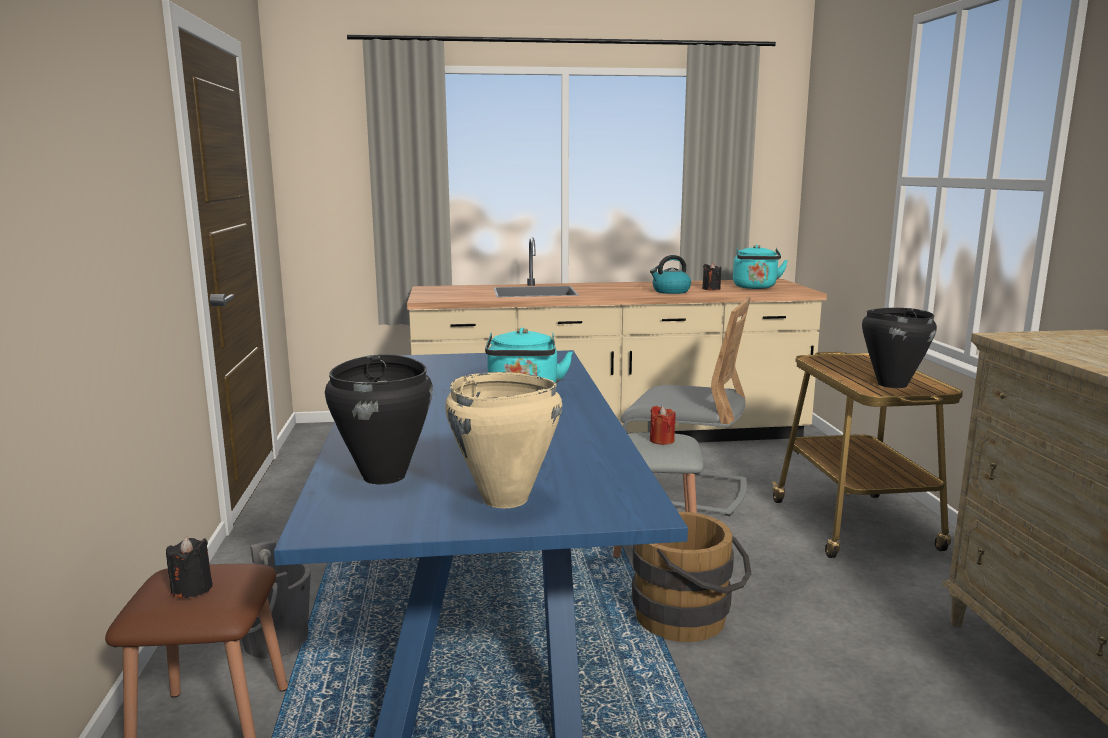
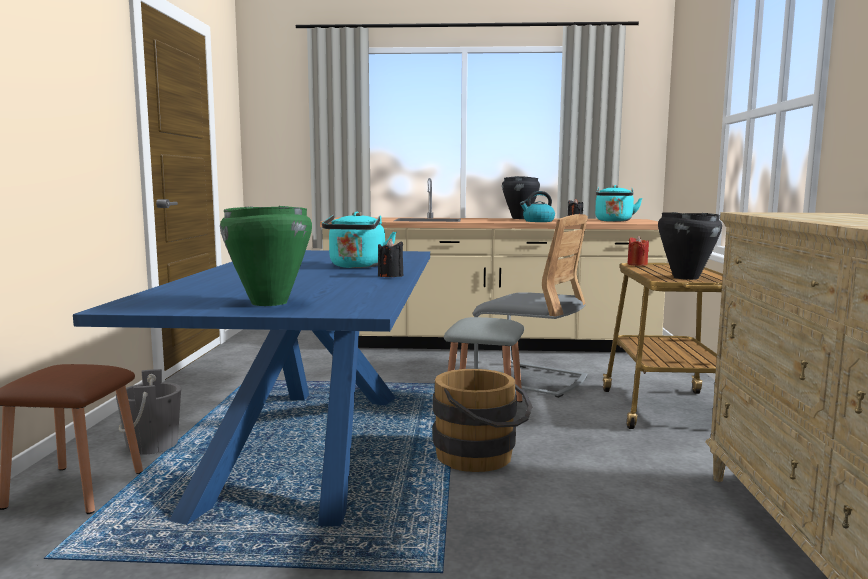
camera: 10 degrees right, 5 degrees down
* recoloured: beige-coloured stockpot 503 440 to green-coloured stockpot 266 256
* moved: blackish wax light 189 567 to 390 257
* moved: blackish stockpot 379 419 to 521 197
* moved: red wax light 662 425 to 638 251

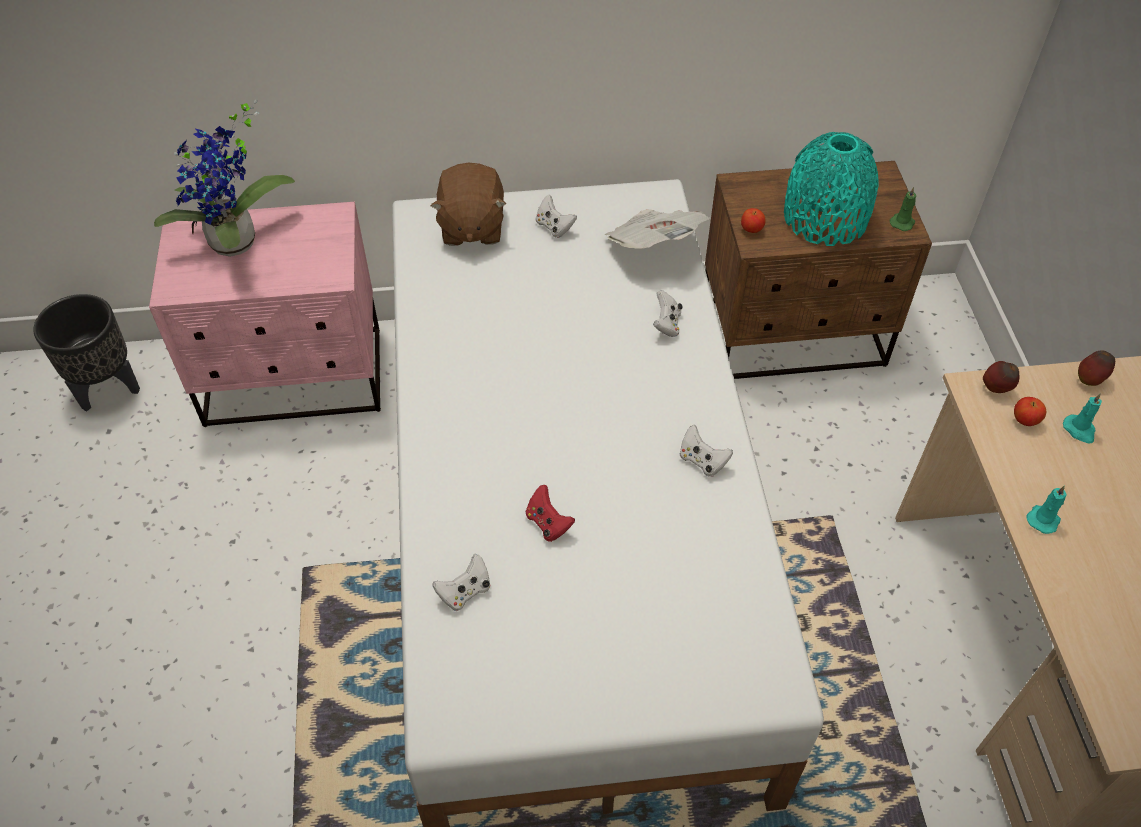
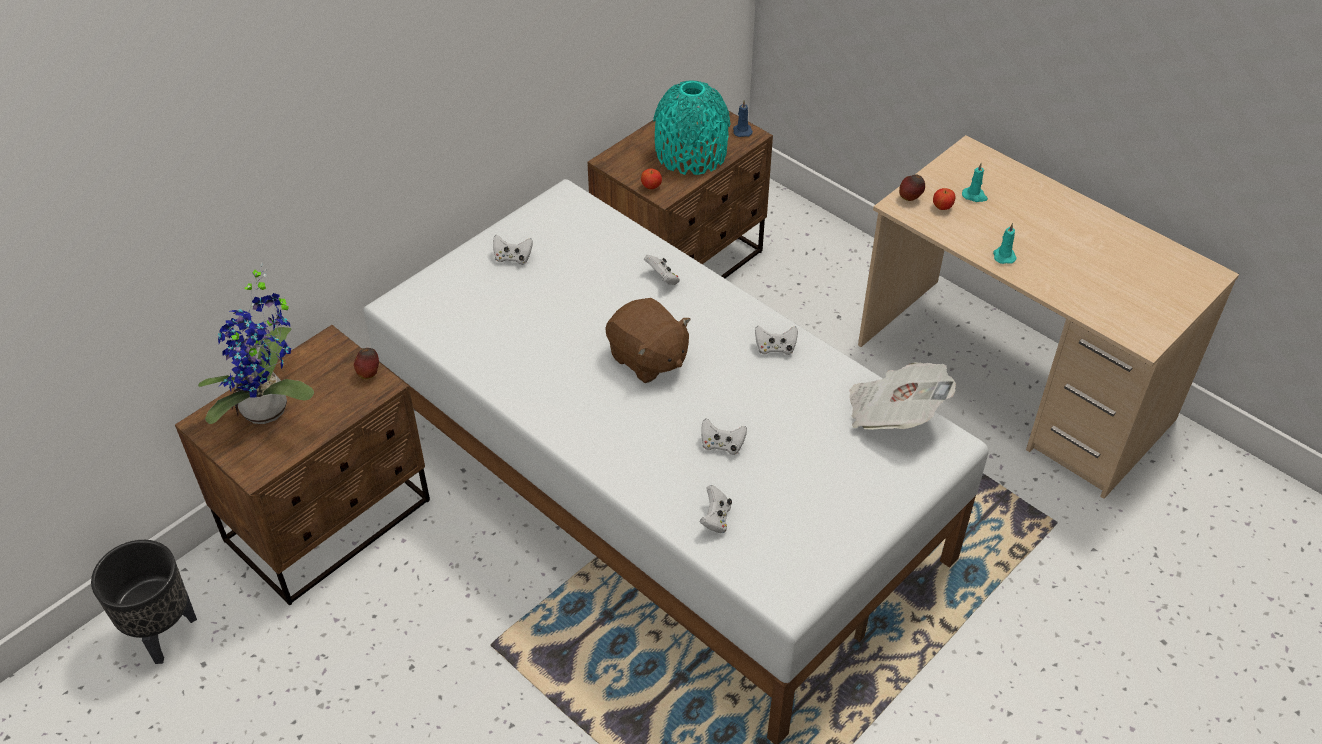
camera: 40 degrees left, 5 degrees down
* recoloured: pink night table 265 314 to brown night table 302 465
* moved: apple 1096 368 to 366 363
* moved: brown cuddly toy 468 204 to 648 340
* recoloured: red joypad 550 513 to white joypad 724 436
* recoloured: green-coloured wax light 903 209 to bluish wax light 743 118
* moved: newspaper 657 229 to 902 396

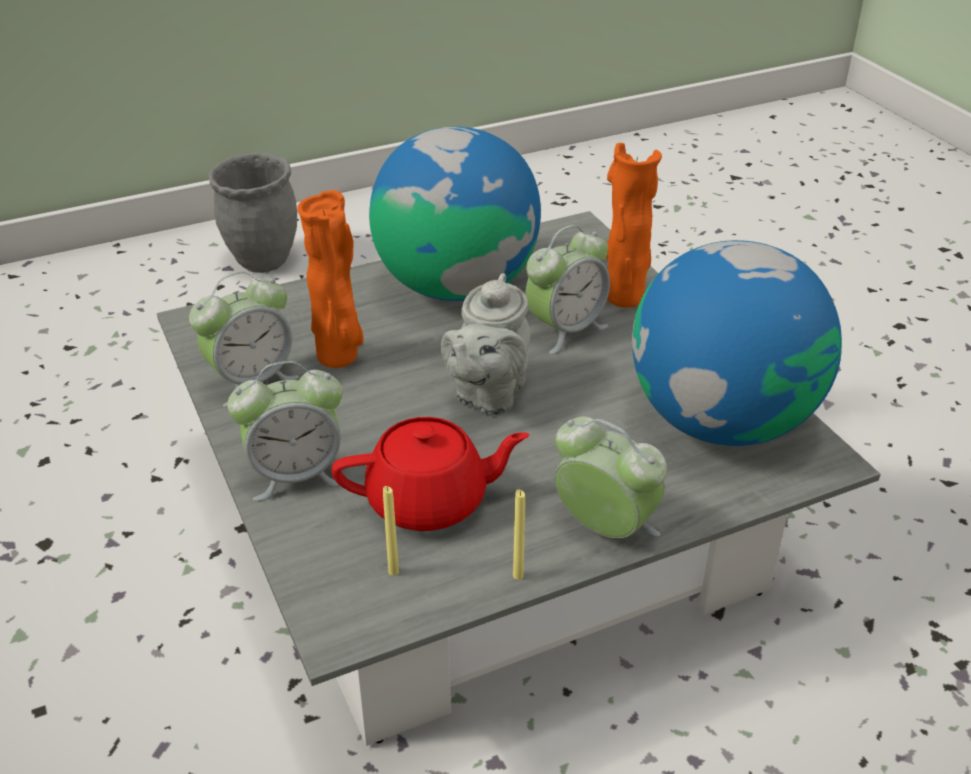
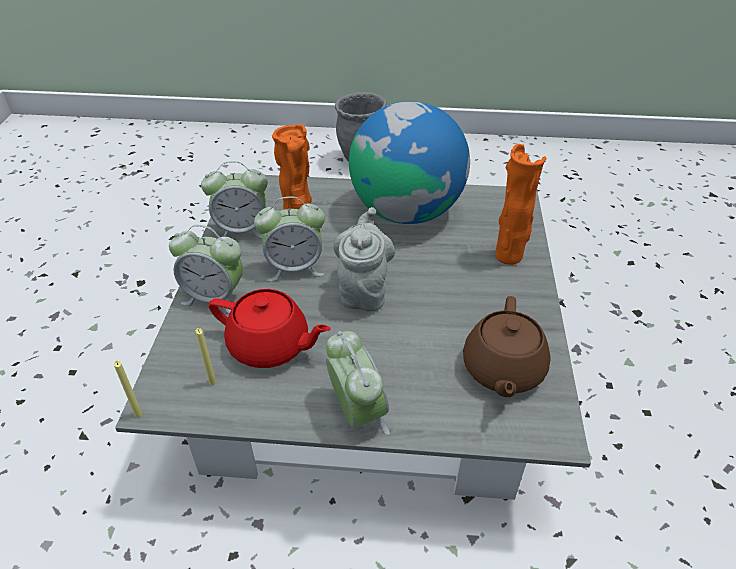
camera: 30 degrees right, 5 degrees up
* moved: yellow wax light 519 535 to 128 388
* moved: bedside clock 568 289 to 289 239
* turned: gray tea pot 486 344 = 364 259 135 degrees clockwise
* replaced: desk globe 737 343 to brown tea pot 507 346

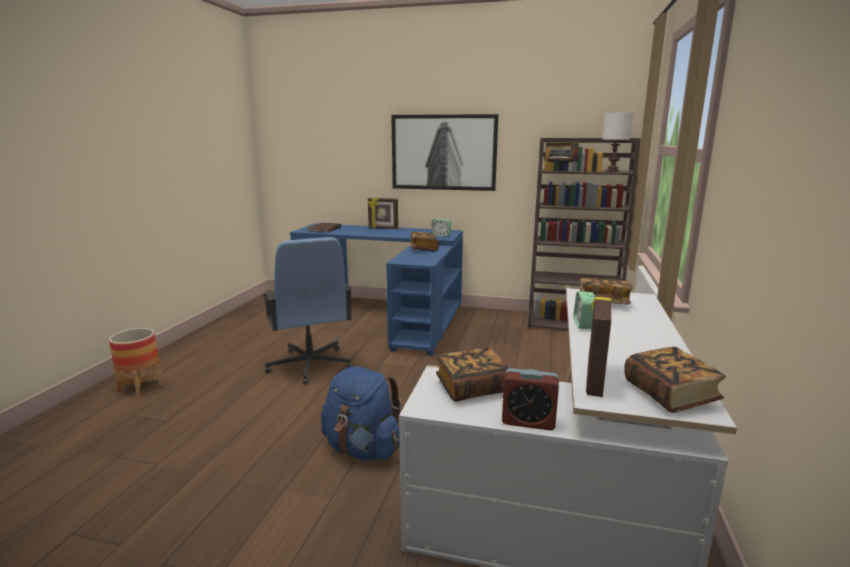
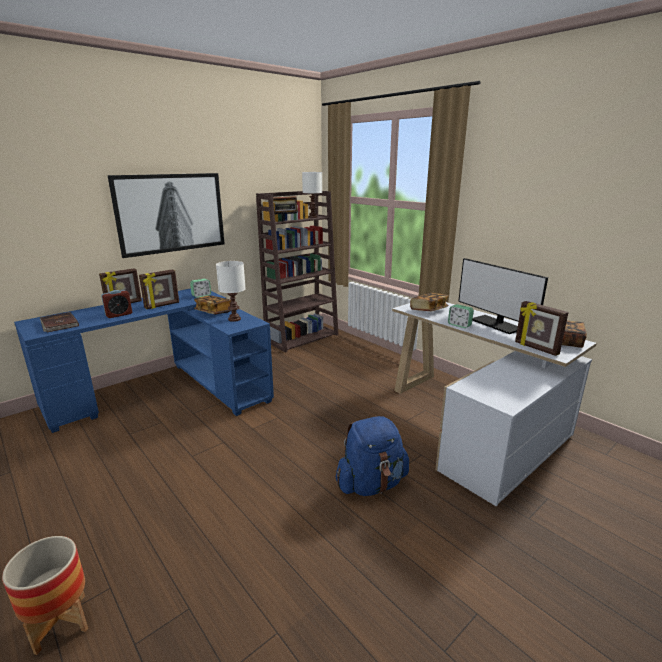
camera: 55 degrees left, 5 degrees up
* moved: bedside clock 530 399 to 116 304
* added: picture frame 159 289
* added: white lamp for a table 231 291
* added: computer screen 503 296
* removed: bluish desk chair 308 311
* removed: volume 472 375

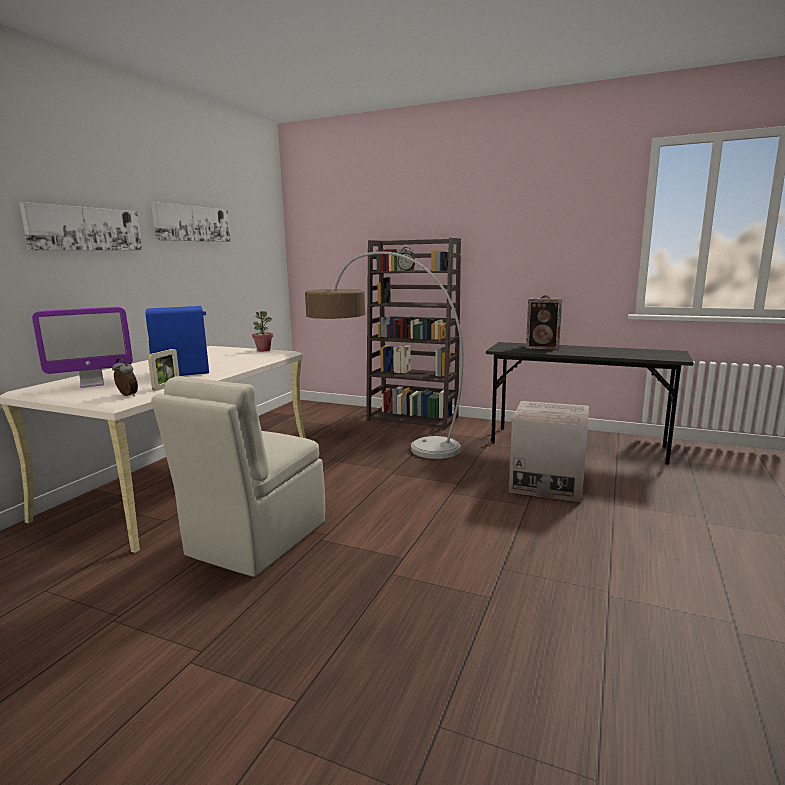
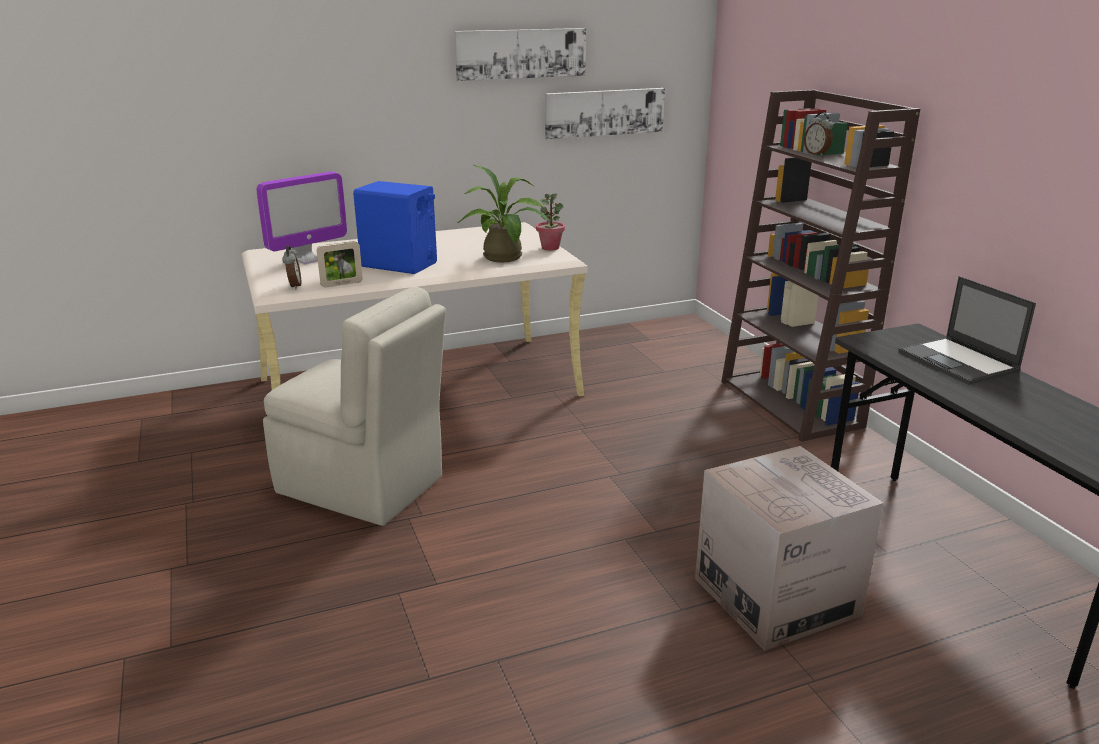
camera: 45 degrees right, 10 degrees up
* turned: computer screen 82 347 = 301 218 60 degrees counterclockwise
* turned: beige-coloured chair 238 476 = 354 406 135 degrees counterclockwise
* added: plant in a pot 504 213
* moved: wall art 80 226 to 605 113
* replaced: speaker 544 322 to notebook computer 967 330
* removed: floor lamp 384 355

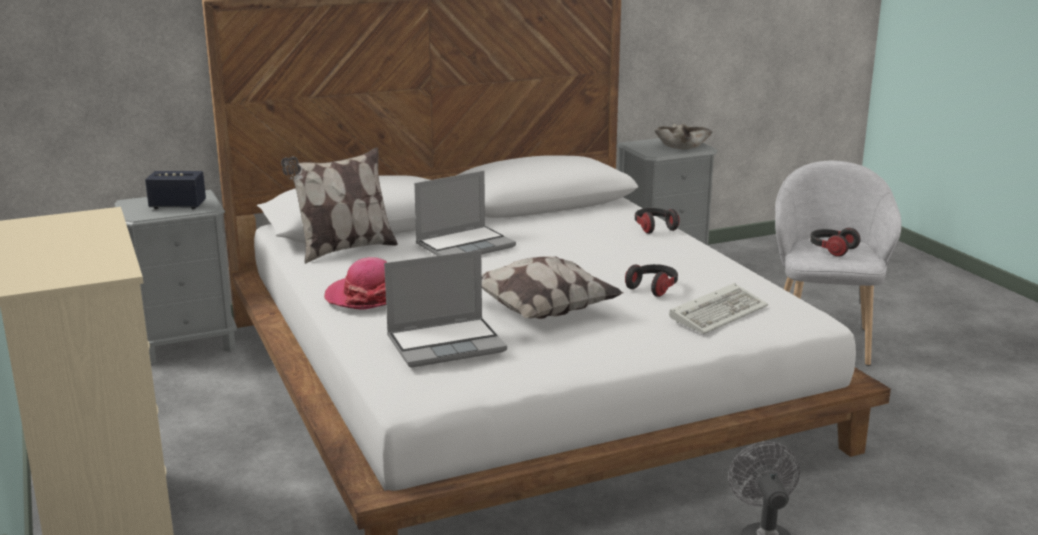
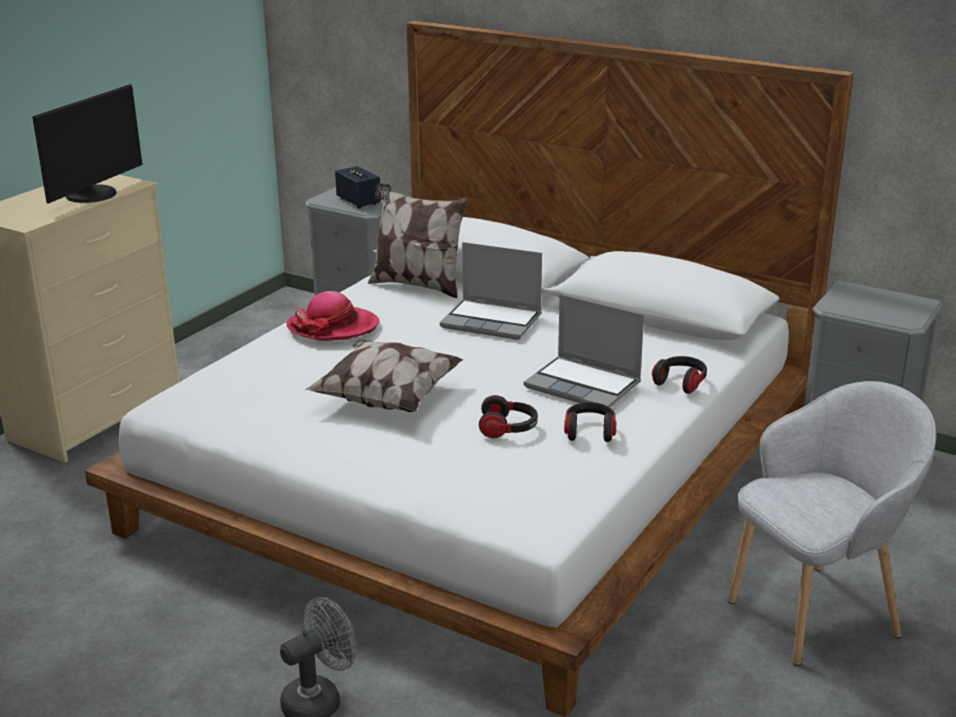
camera: 55 degrees right, 5 degrees up
* added: computer screen 87 144
* moved: notebook computer 445 309 to 584 350
* moved: headset 835 242 to 590 422
* removed: beige-coloured serving bowl 683 136
* removed: keyboard 718 308

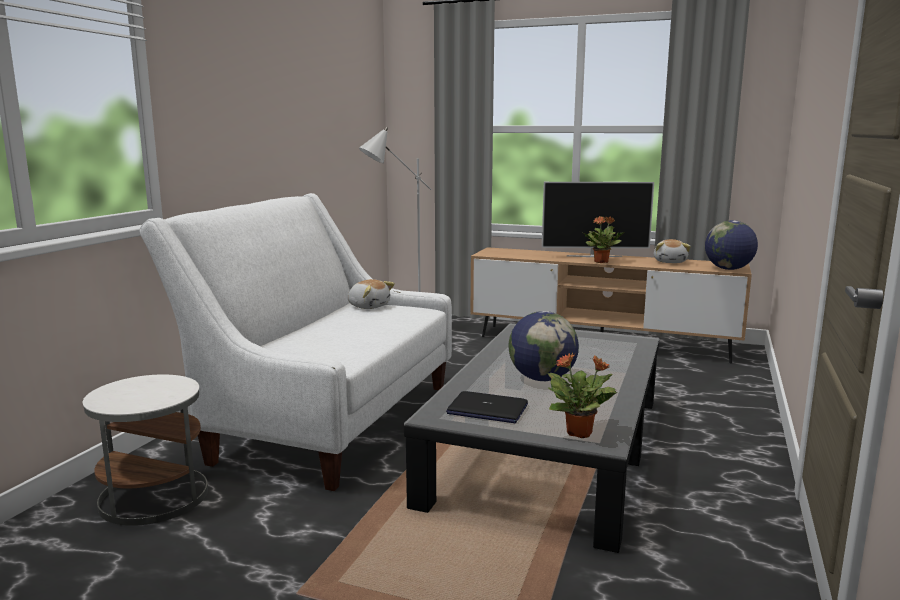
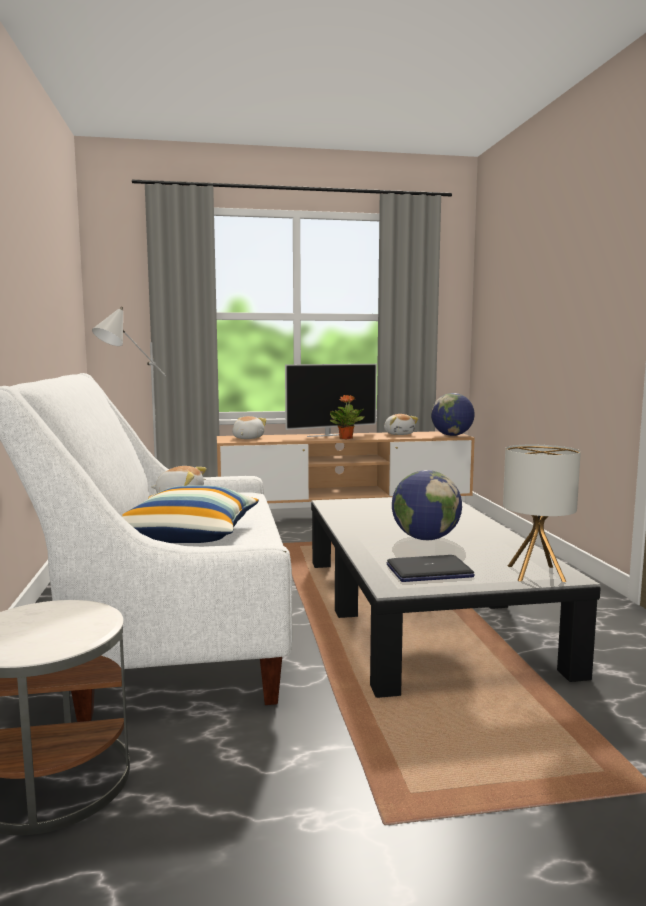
camera: 30 degrees left, 5 degrees down
* added: pillow 190 514
* added: cuddly toy 249 427
* replaced: plant in a pot 582 395 to lamp for a table 542 513

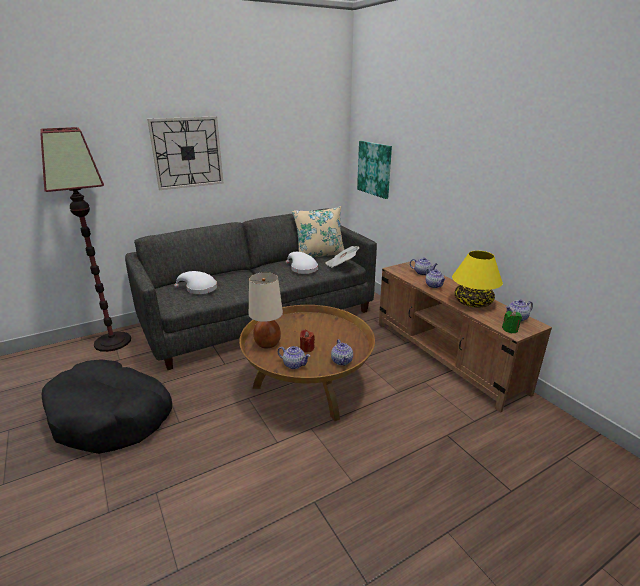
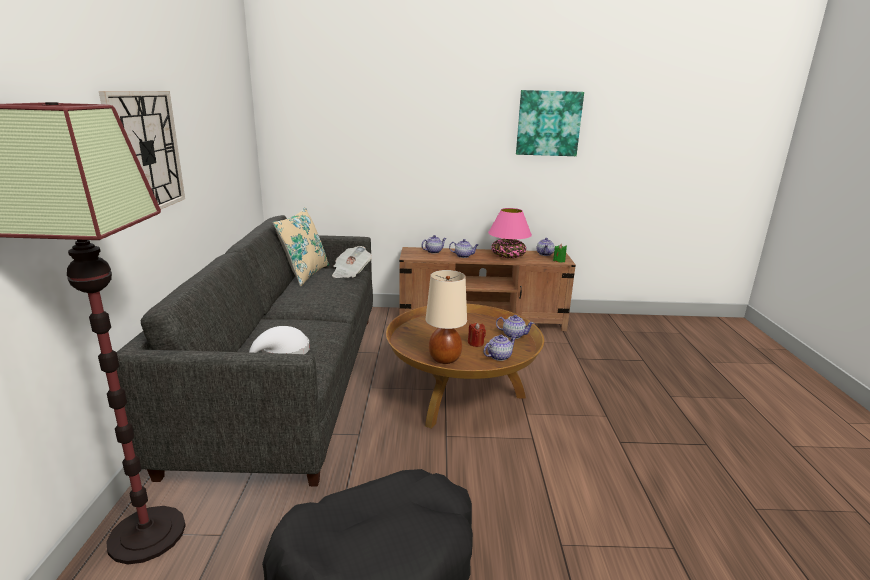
camera: 60 degrees left, 5 degrees down
* recoloured: yellow lamp for a table 477 279 to pink lamp for a table 510 233
* moved: wall art 374 170 to 550 123
* removed: white hat 302 263

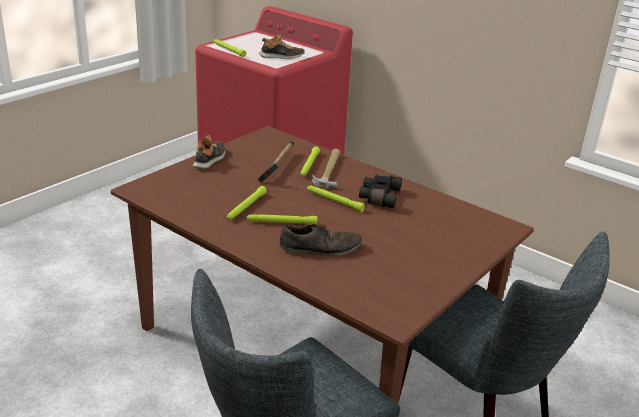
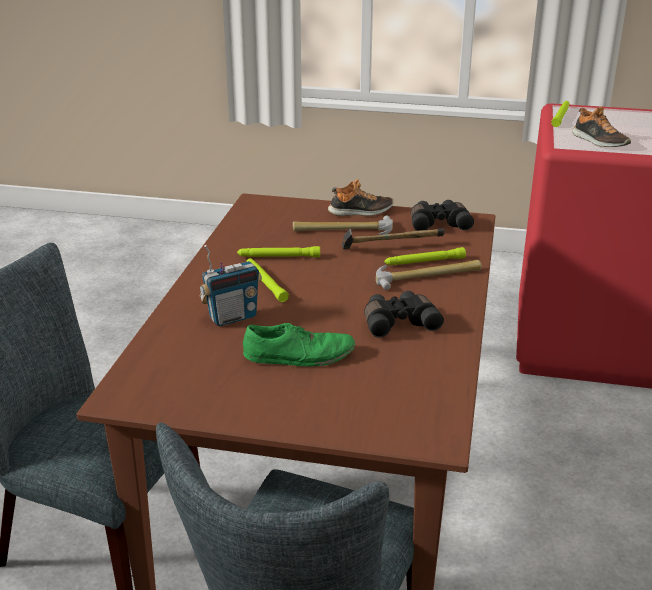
camera: 65 degrees right, 0 degrees up
* replaced: brown shoe 321 240 to radio 231 285
* added: green-coloured shoe 299 345
* added: hammer 343 225
* added: blackish field glasses 442 215
* removed: green-coloured hand torch 336 199

